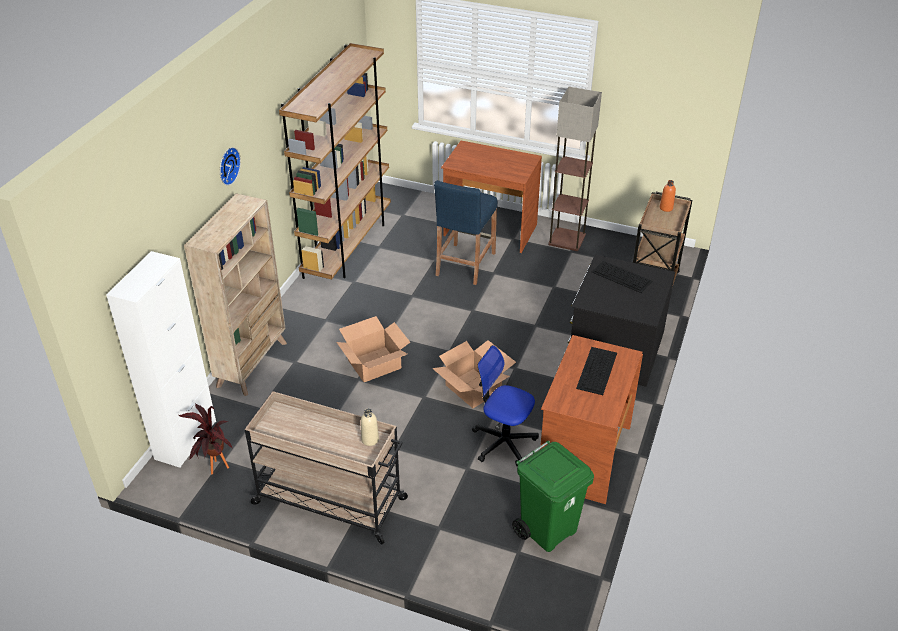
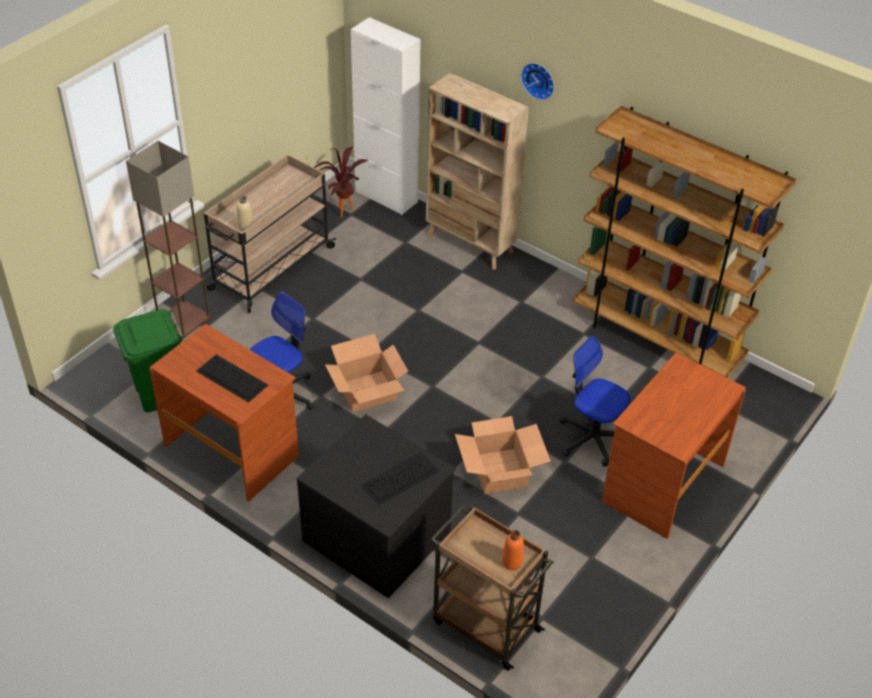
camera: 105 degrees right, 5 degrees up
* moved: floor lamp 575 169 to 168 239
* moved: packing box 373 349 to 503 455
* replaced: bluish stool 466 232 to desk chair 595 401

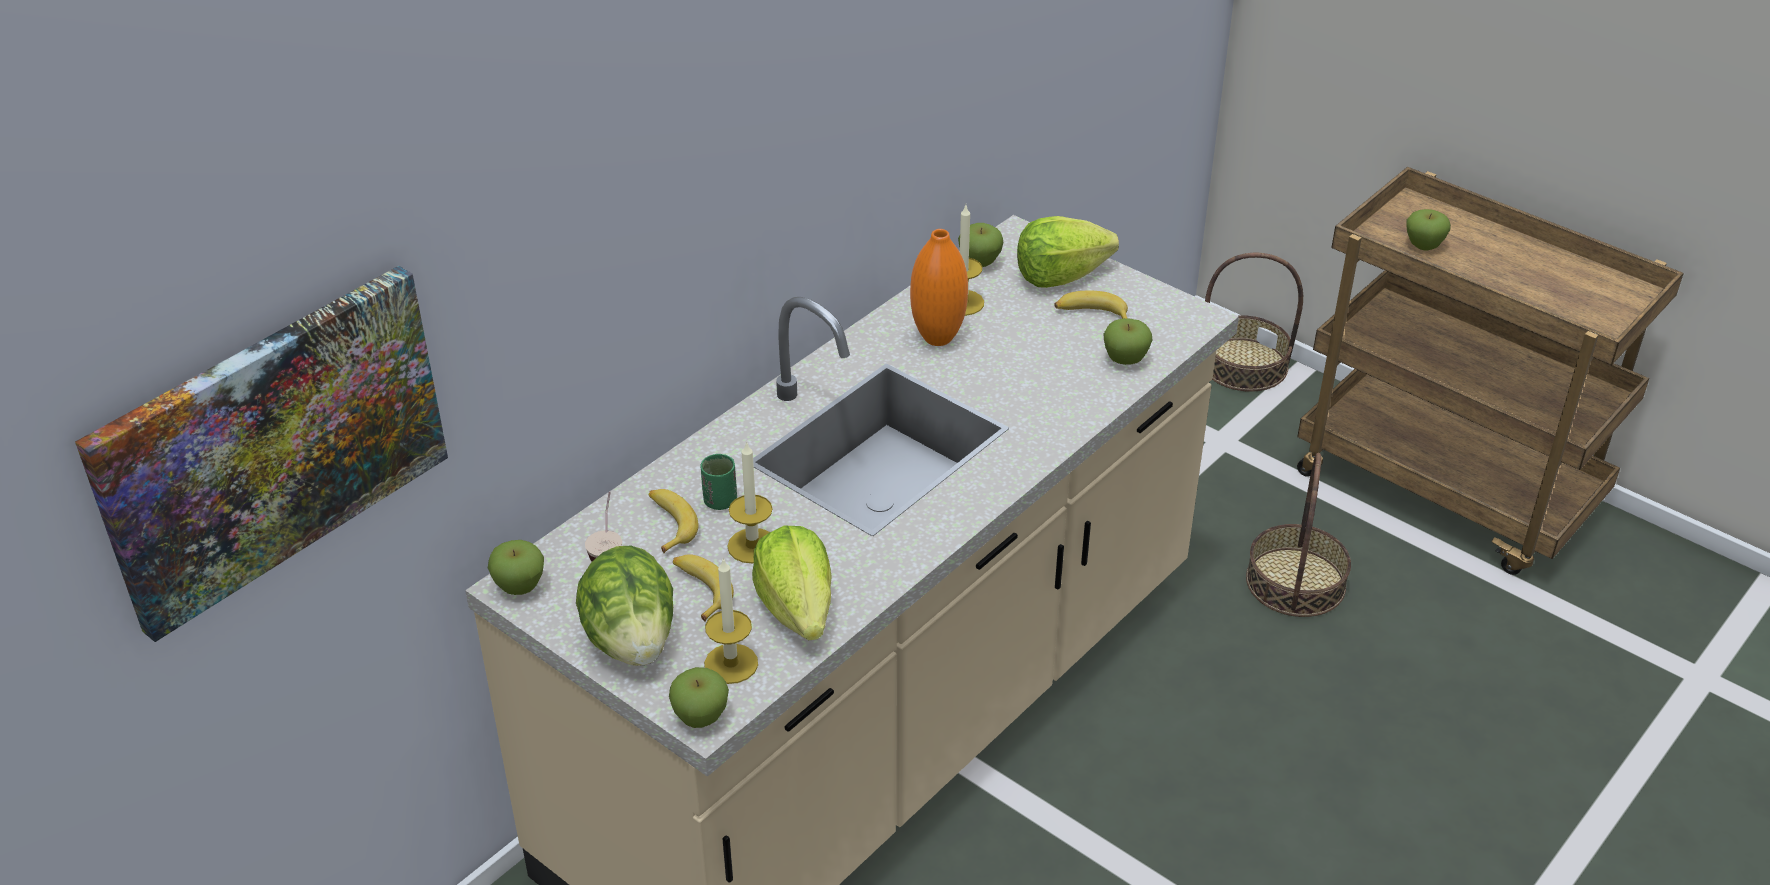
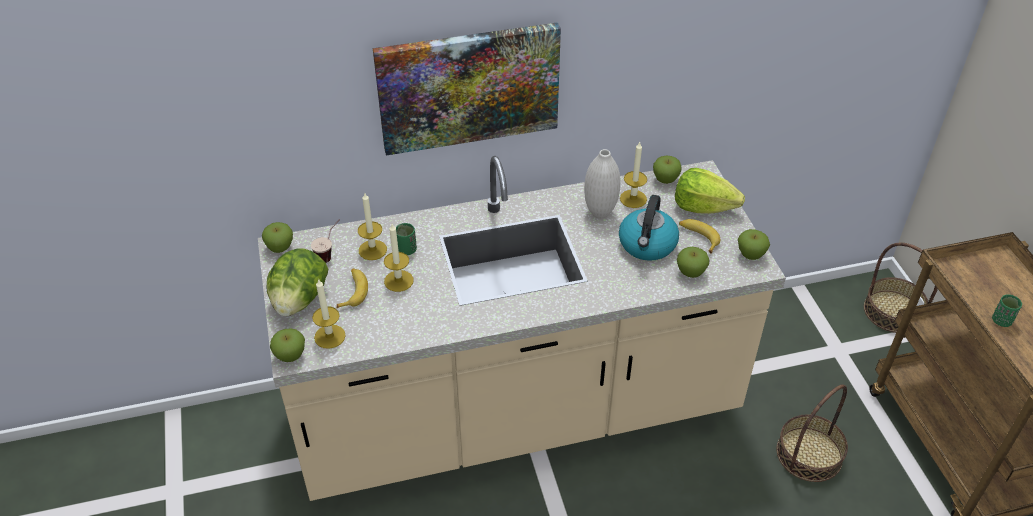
camera: 35 degrees right, 5 degrees up
* replaced: banana 674 521 to wax light 372 226
* moved: wall art 261 454 to 467 89
* recoloured: orange vase 939 287 to white vase 602 184
* added: tea kettle 649 228
* moved: apple 1428 229 to 754 244
* added: green-coloured cup 1007 310
* removed: lettuce 792 583

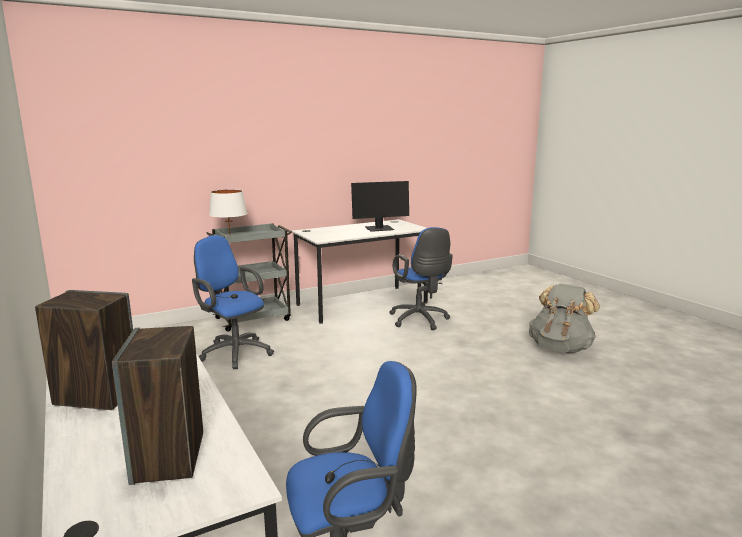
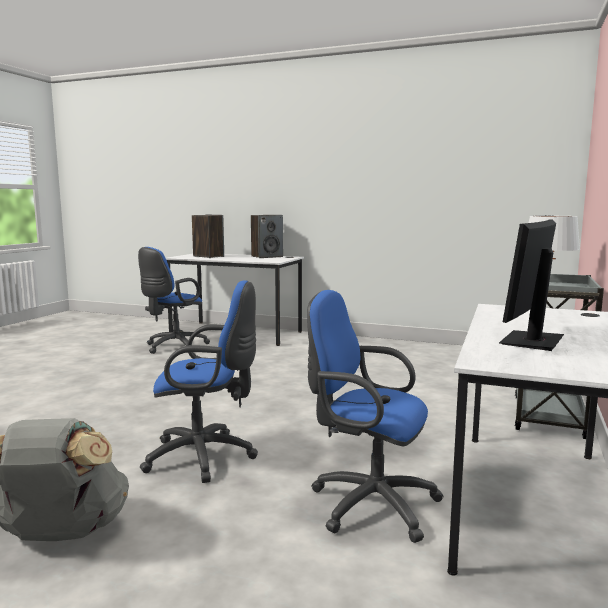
camera: 140 degrees right, 5 degrees down
* moved: bluish desk chair 233 302 to 199 381

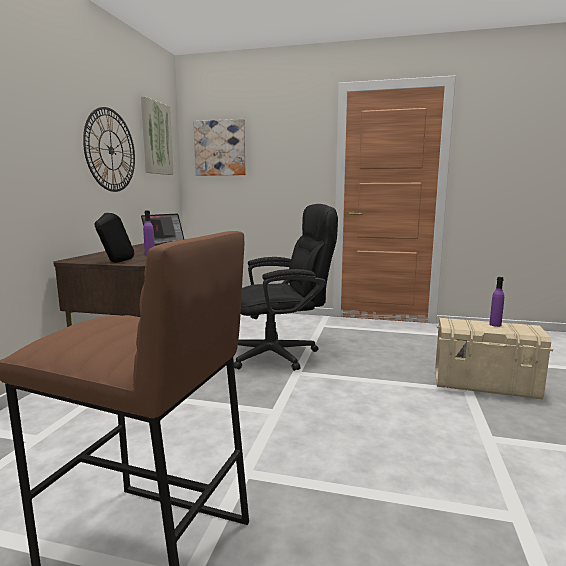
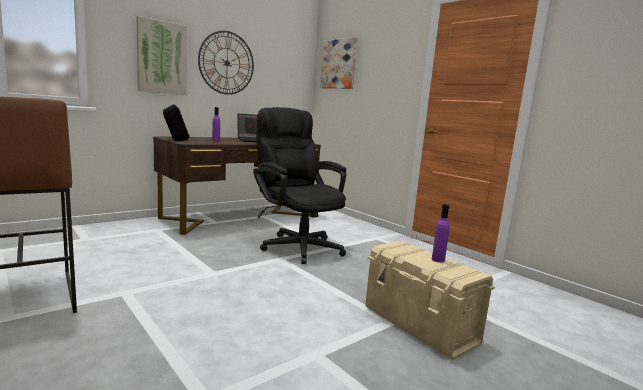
camera: 35 degrees right, 0 degrees up
* moved: wall art 157 136 to 161 55
* turned: blackish desk chair 286 287 = 299 186 150 degrees counterclockwise

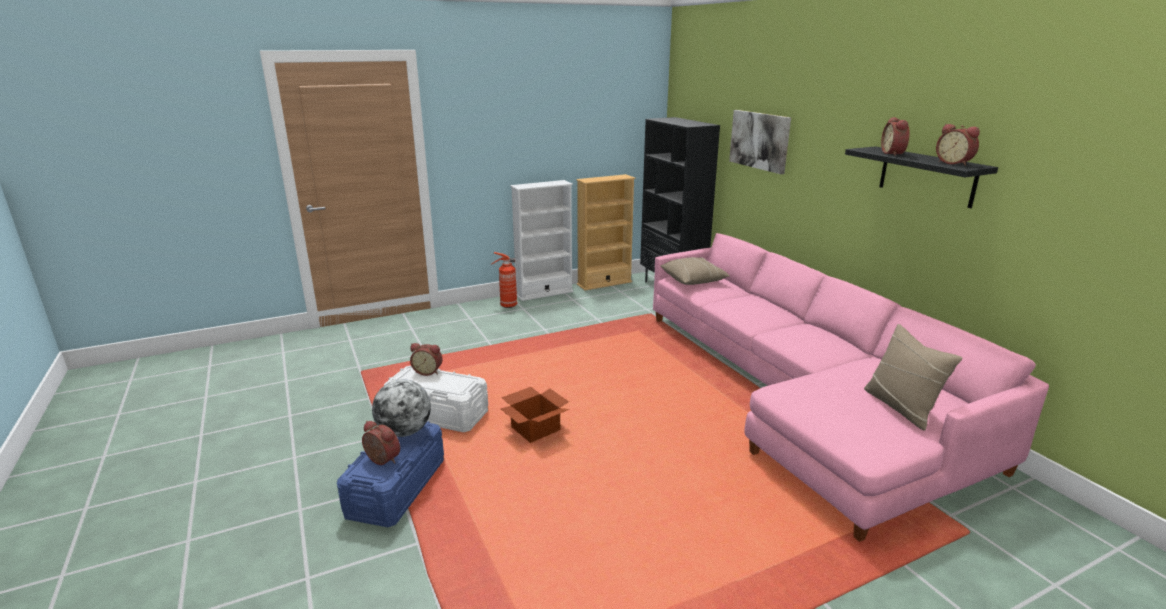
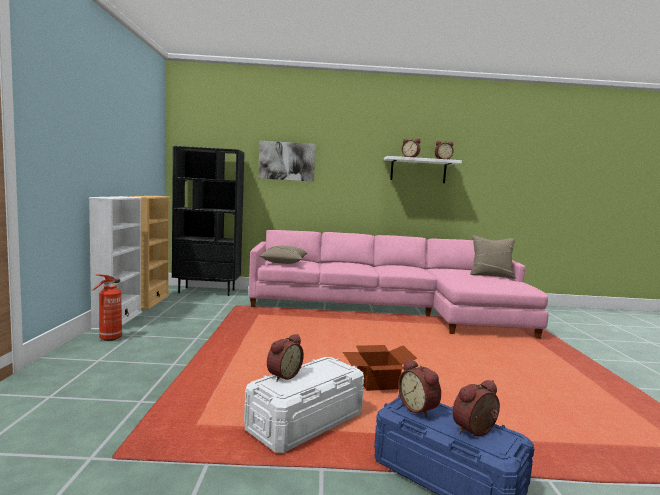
camera: 65 degrees left, 15 degrees down
* recoloured: blackish shelf 921 177 to white shelf 423 169
* replaced: desk globe 401 408 to bedside clock 419 388

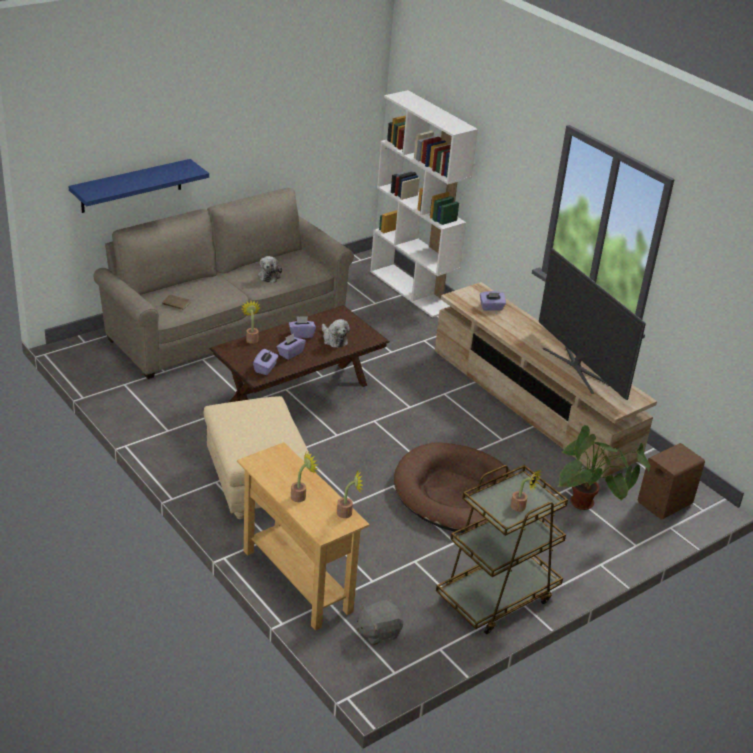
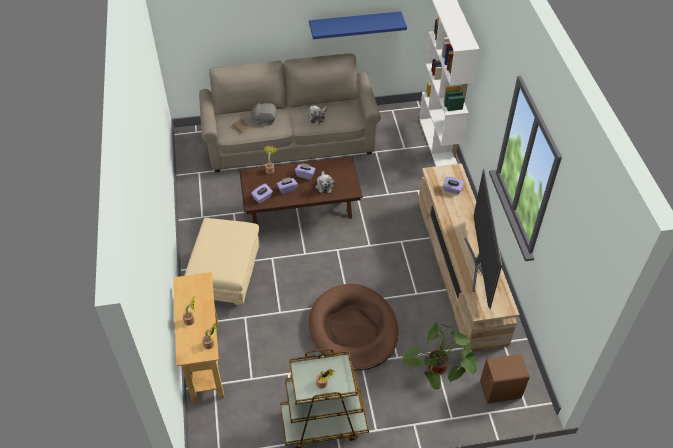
camera: 30 degrees right, 15 degrees up
* moved: gray cuddly toy 379 622 to 264 113
* moved: bluish shelf 139 186 to 358 25

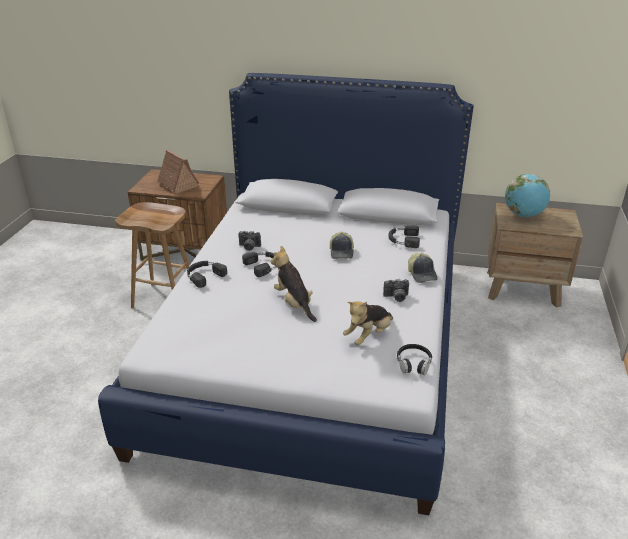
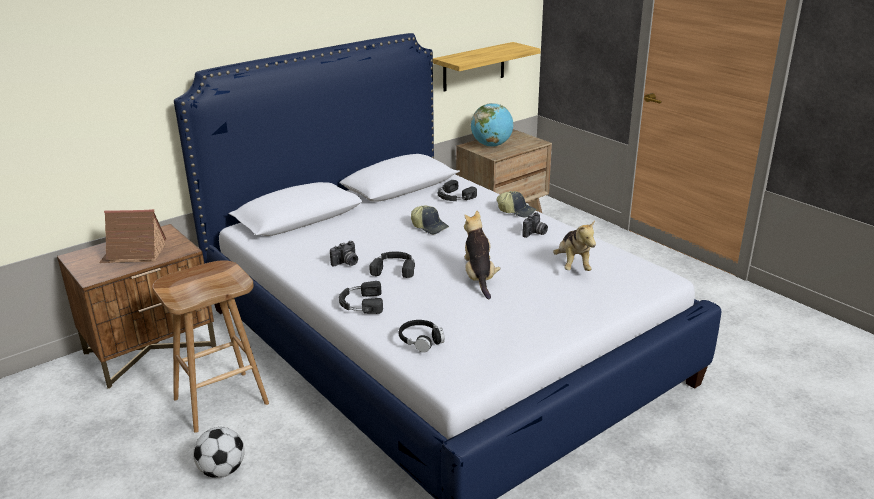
camera: 50 degrees left, 5 degrees down
* added: football ball 219 452
* moved: blackish headset 414 359 to 422 336
* added: shelf 487 66
* turned: cuddly toy 293 284 = 482 255 75 degrees clockwise

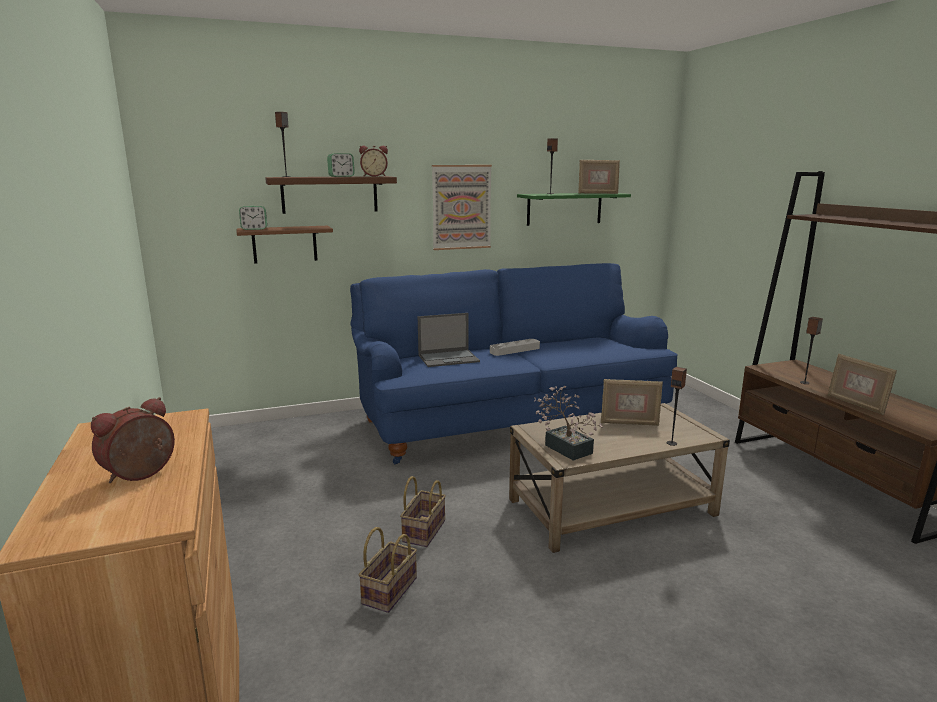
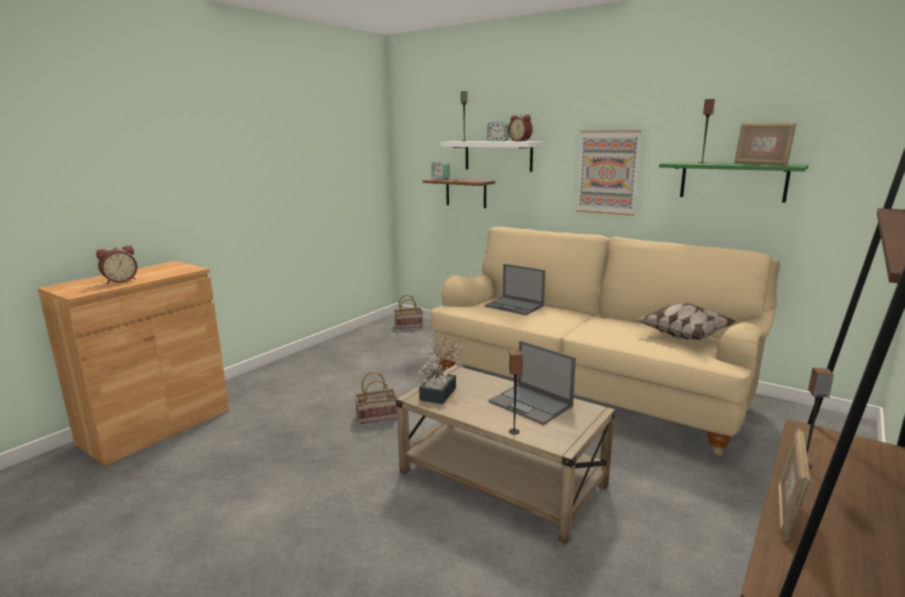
camera: 55 degrees right, 0 degrees up
* turned: bedside clock 133 440 = 116 264 135 degrees clockwise
* moved: household basket 388 570 to 408 312
* recoloured: bluish sofa 514 363 to beige-coloured sofa 605 341
* recoloured: brown shelf 331 195 to white shelf 492 156
* replaced: picture frame 632 402 to notebook computer 532 383
* added: pillow 686 321
* removed: gray tray 515 347

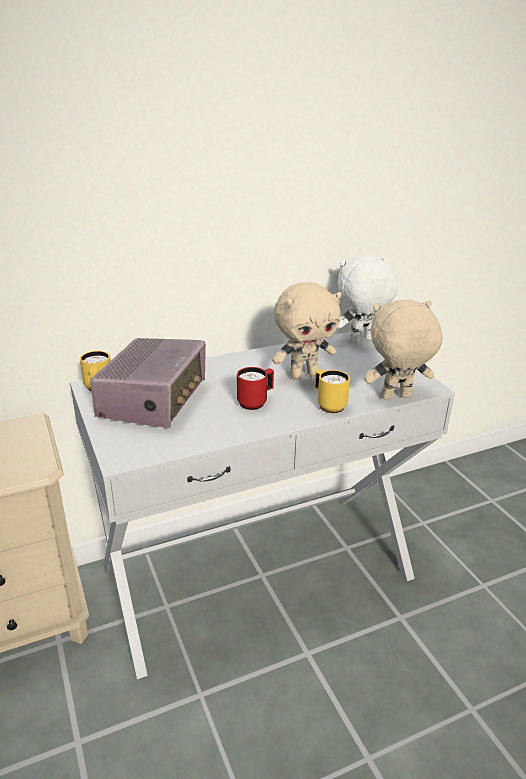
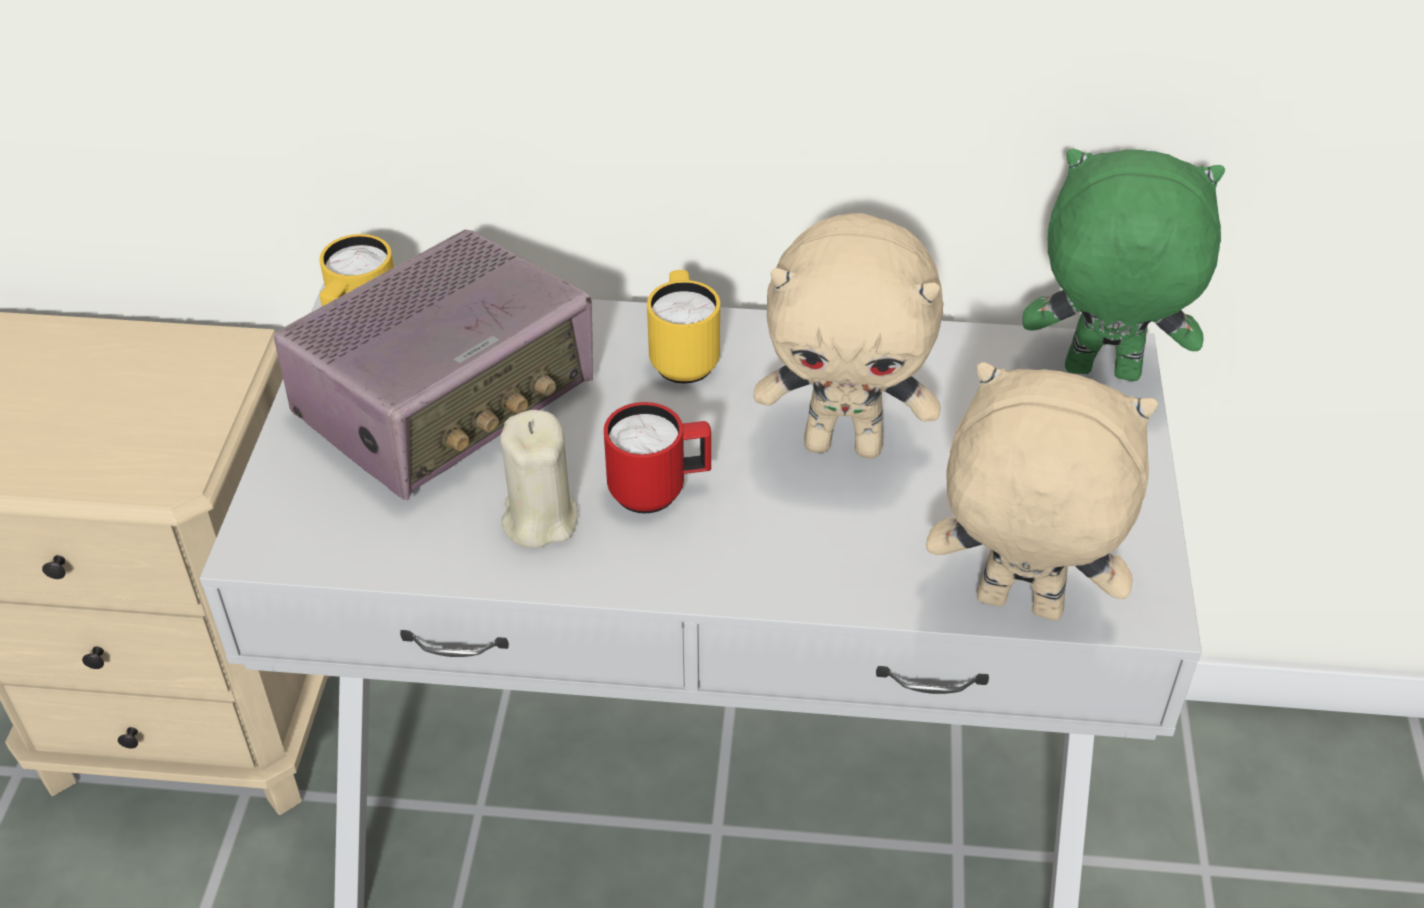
camera: 30 degrees right, 15 degrees up
* added: beige-coloured wax light 539 479
* moved: yellow mug 332 391 to 683 326
* recoloured: white cuddly toy 367 299 to green-coloured cuddly toy 1123 264

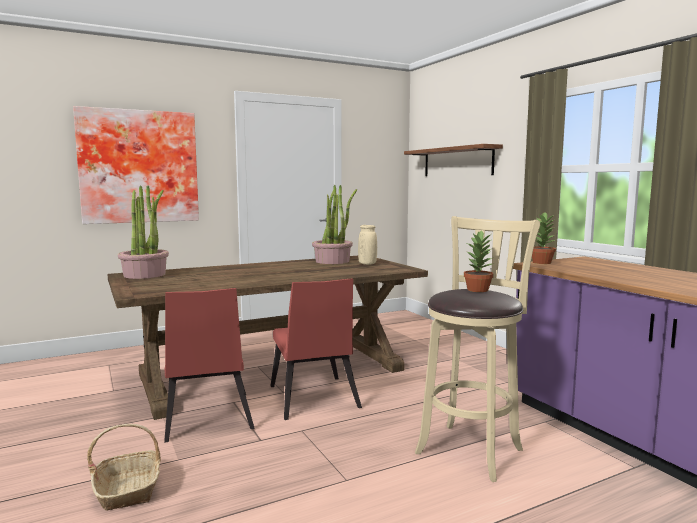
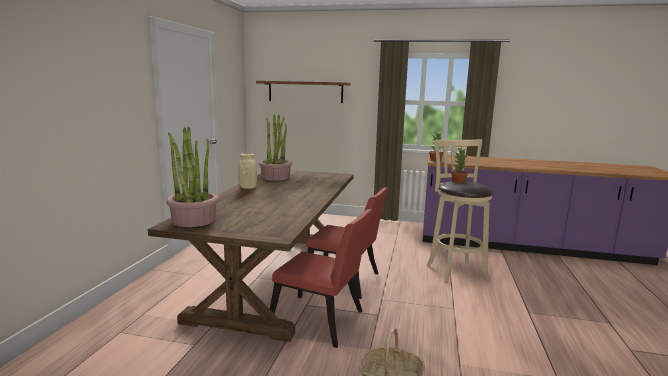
camera: 50 degrees left, 5 degrees up
* moved: beige-coloured vase 367 245 to 247 171
* removed: wall art 136 165

